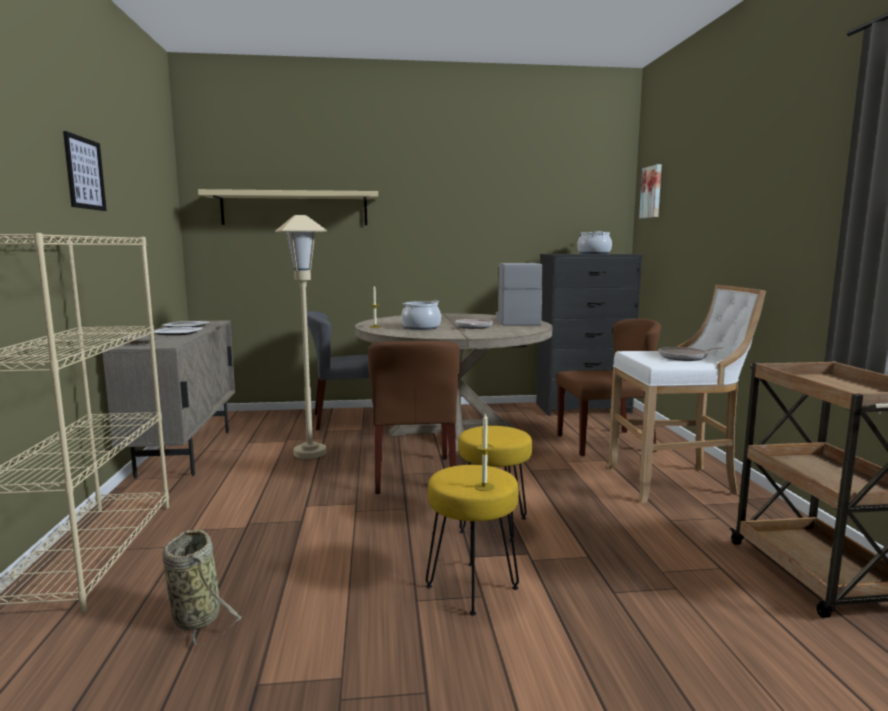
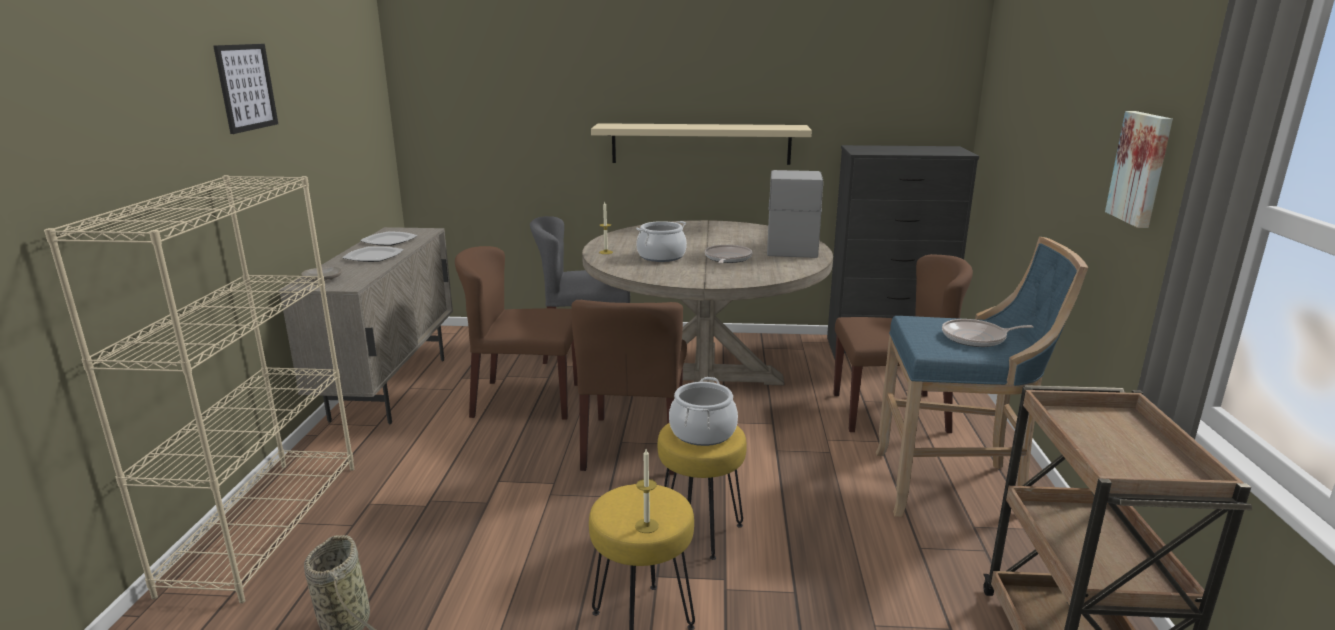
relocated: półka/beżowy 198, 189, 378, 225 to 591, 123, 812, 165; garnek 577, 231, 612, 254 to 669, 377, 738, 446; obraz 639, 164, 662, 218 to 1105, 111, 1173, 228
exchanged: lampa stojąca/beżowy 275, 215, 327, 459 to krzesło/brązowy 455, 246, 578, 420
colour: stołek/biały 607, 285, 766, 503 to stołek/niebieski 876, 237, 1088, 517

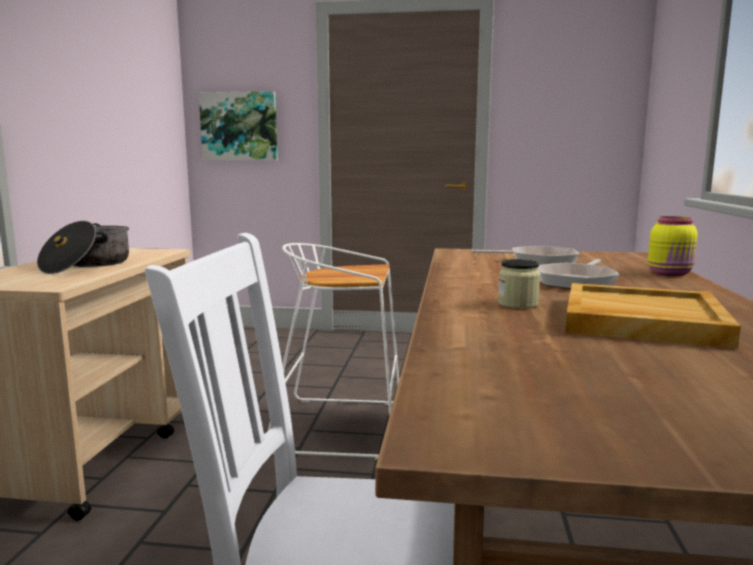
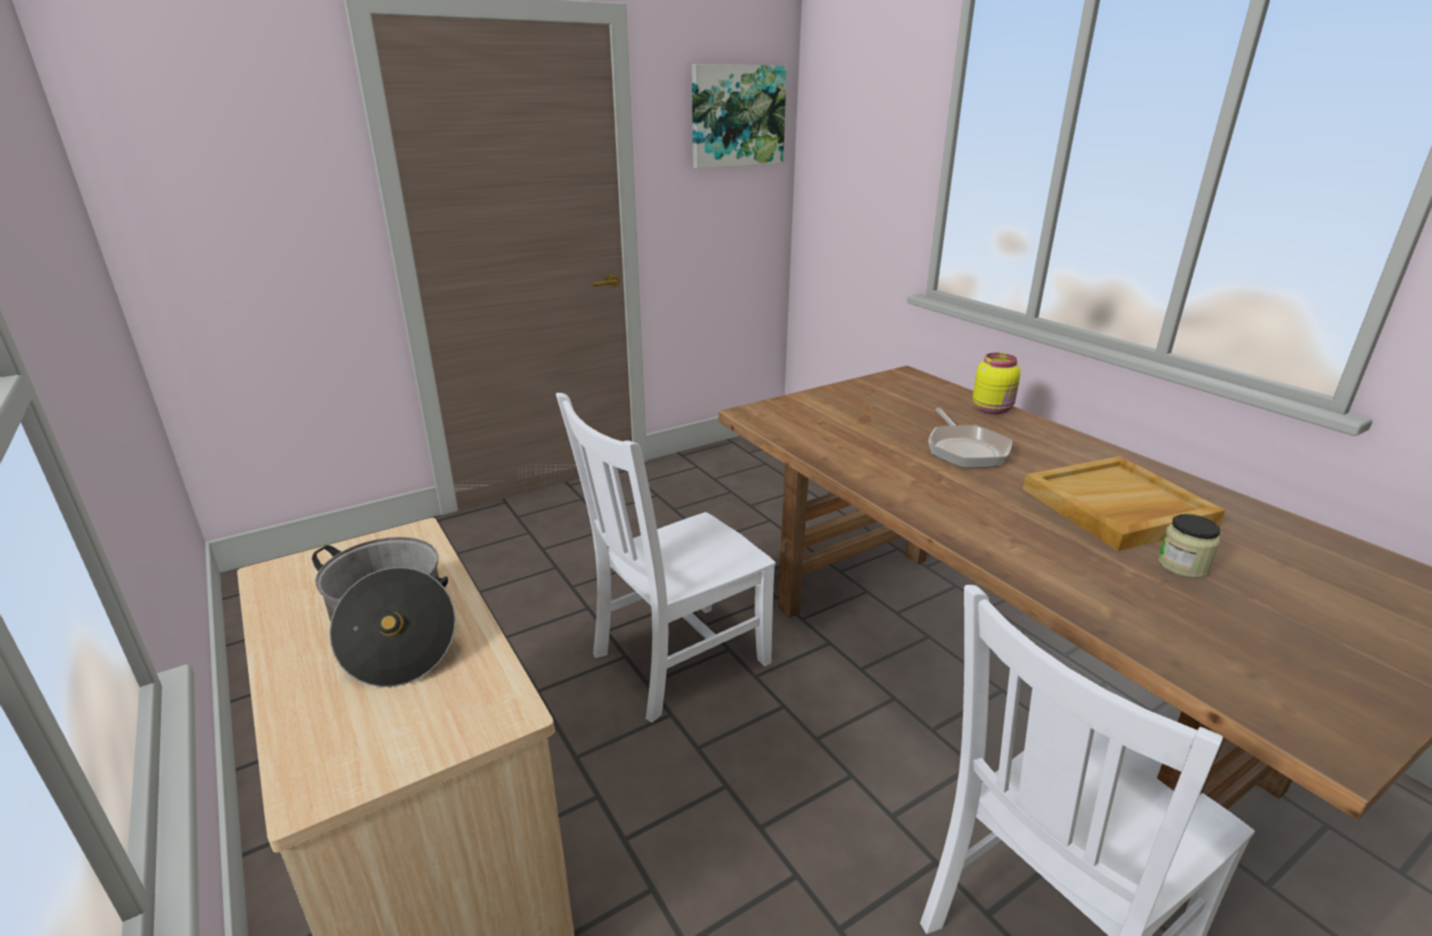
missing: patelnia 471, 246, 579, 265
relocated: obraz 199, 91, 278, 160 to 692, 64, 787, 168; słoik 498, 259, 541, 308 to 1158, 514, 1220, 578
exchanged: stołek/biały 268, 243, 399, 460 to krzesło/biały 556, 393, 776, 723

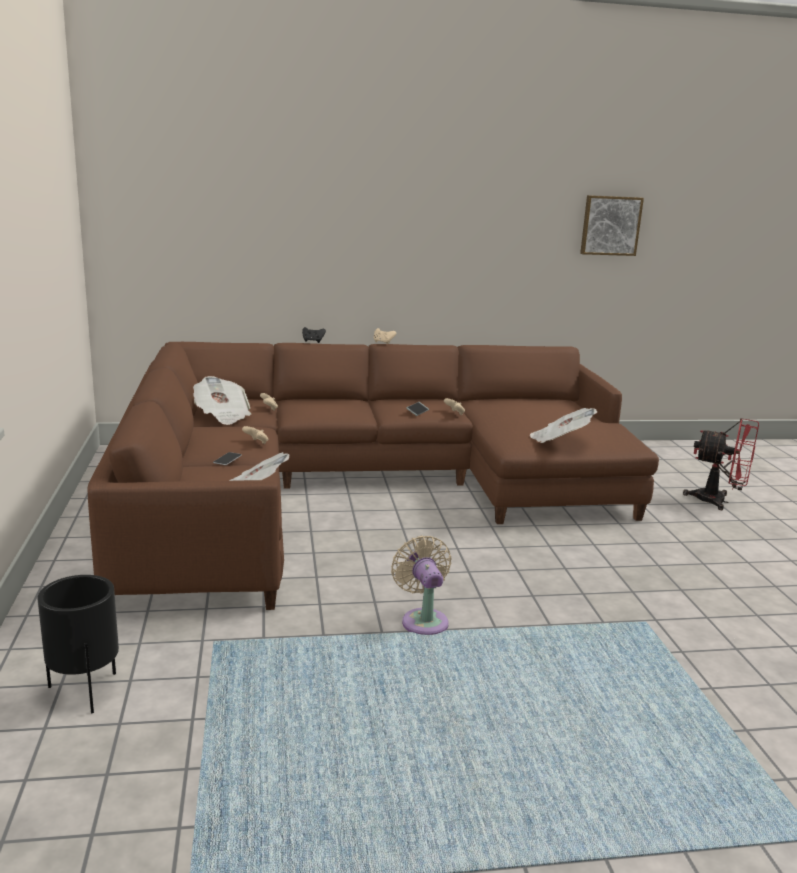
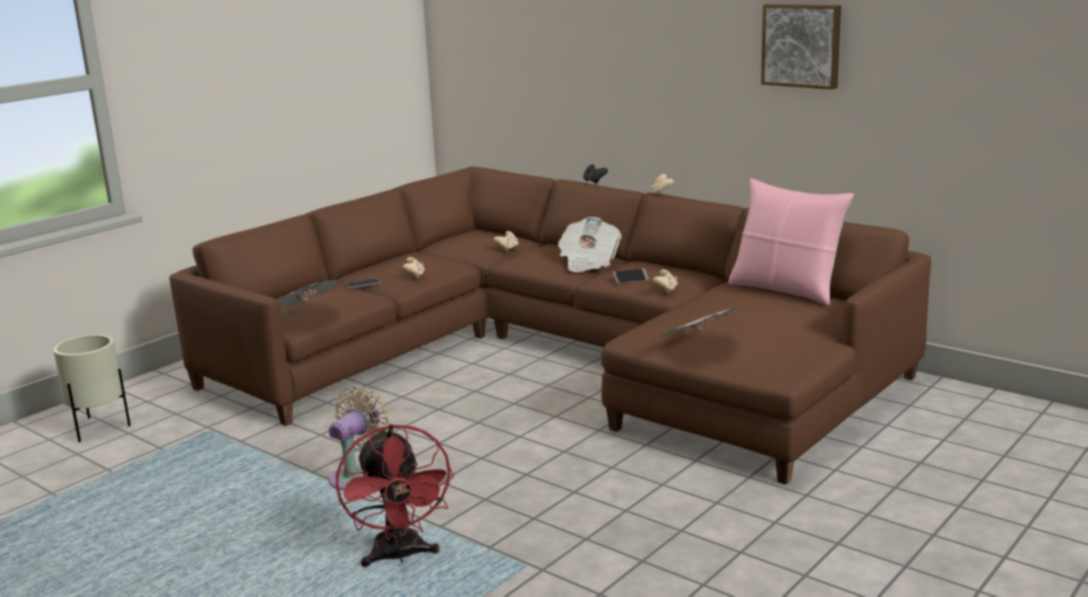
appeared: poduszka/różowy 728, 178, 854, 306
relocated: gazeta 193, 376, 251, 425 to 558, 217, 622, 272; obraz 580, 195, 644, 256 to 761, 4, 841, 90; wentylator/czerwony 683, 418, 759, 510 to 336, 424, 454, 567
colour: donica/czarny 37, 575, 119, 714 to donica/beżowy 53, 334, 131, 442

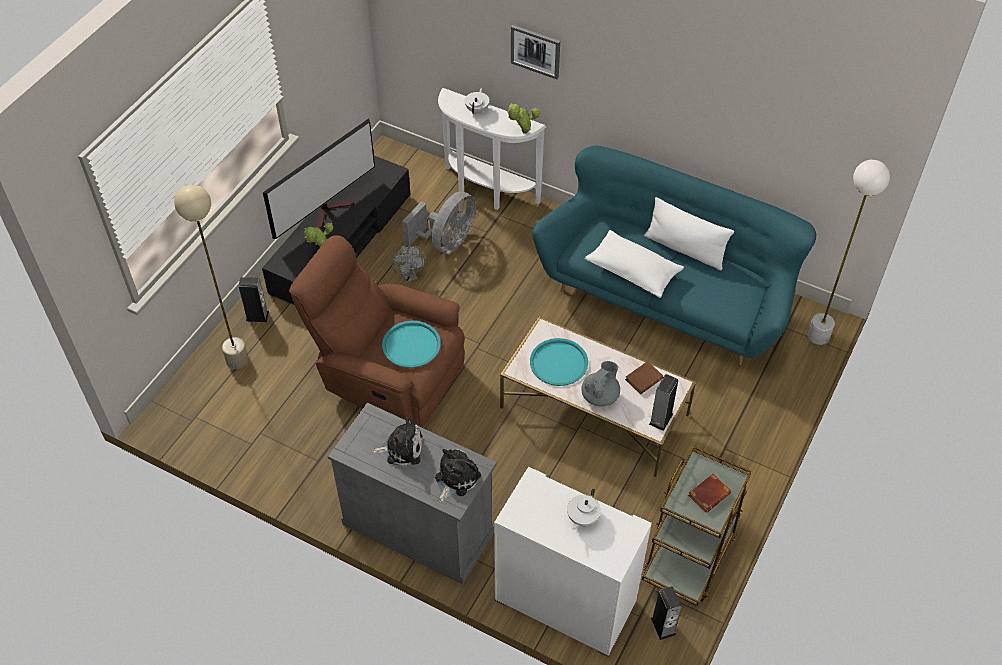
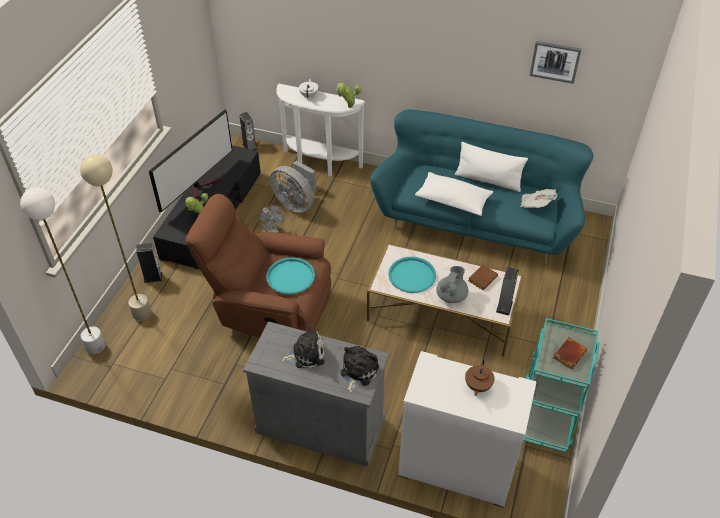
appeared: gazeta 520, 189, 557, 208
relocated: obraz 511, 25, 560, 79 to 530, 41, 582, 84; głośnik 651, 586, 682, 640 to 239, 112, 257, 150; lampa stojąca/biały 808, 160, 890, 345 to 20, 187, 105, 354
colour: imbryk/biały 567, 488, 601, 530 to imbryk/brązowy 465, 359, 495, 396; wózek/brązowy 642, 446, 751, 606 to wózek/turkusowy 524, 318, 599, 453
spun: wentylator/szary 402, 192, 476, 254 = 270, 161, 316, 213 105 degrees clockwise

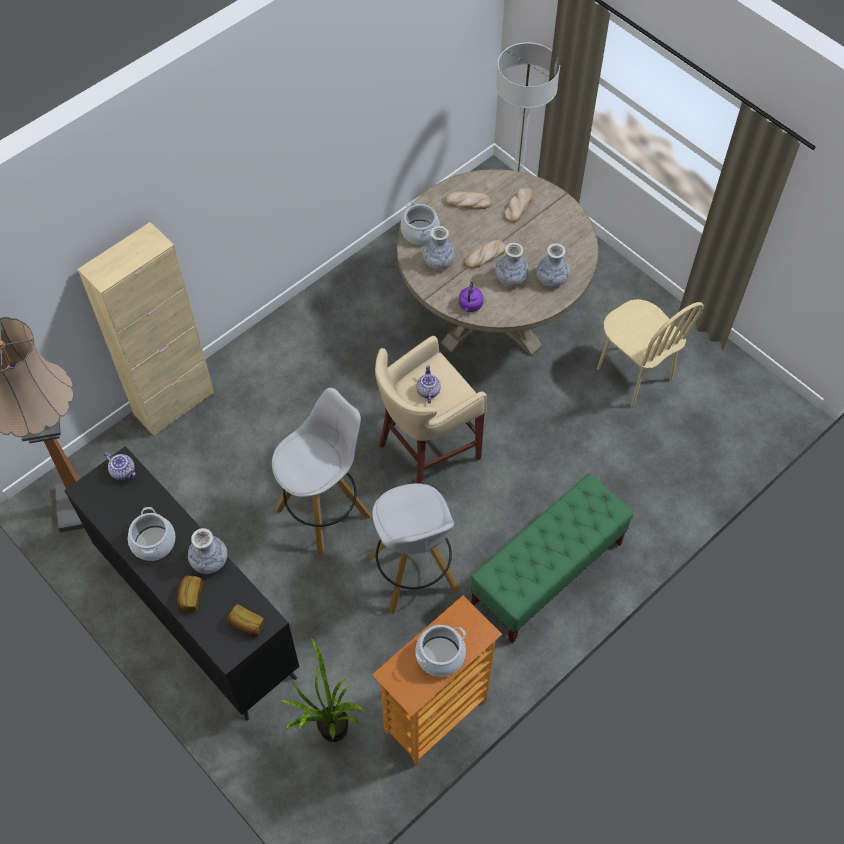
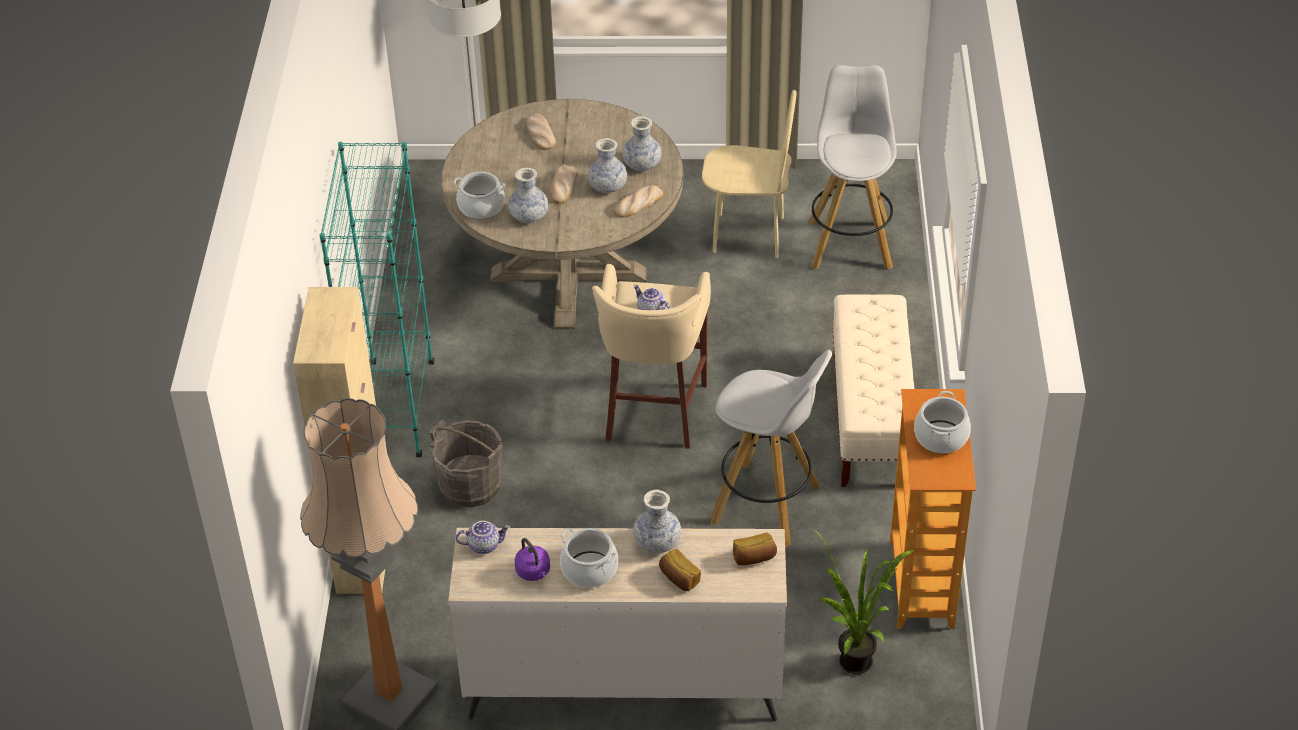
appeared: regał/turkusowy 320, 142, 434, 457; wiadro/szary 430, 419, 503, 507
relocated: stołek/biały 272, 388, 371, 556 to 809, 65, 897, 269; chleb 444, 191, 491, 209 to 614, 185, 663, 218; czajnik/fioletowy 459, 281, 483, 312 to 514, 538, 550, 581
colour: komoda/czarny 64, 446, 299, 721 to komoda/beżowy 448, 528, 787, 721; ławka/zielony 471, 474, 633, 643 to ławka/beżowy 832, 295, 914, 487

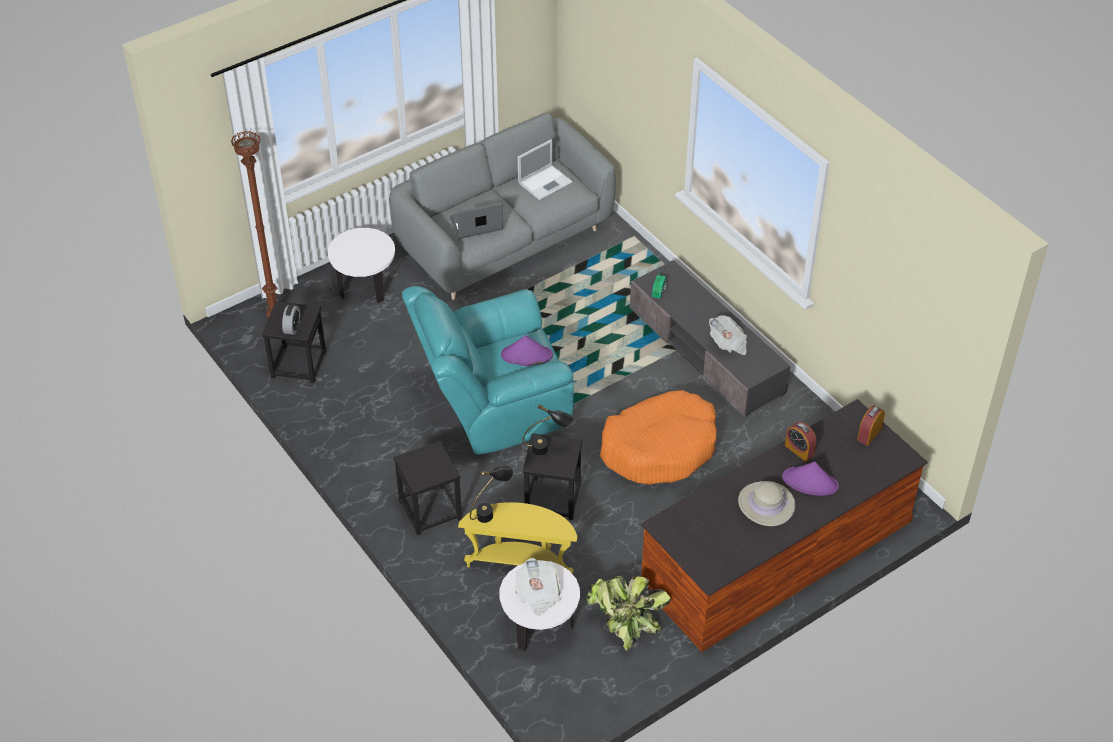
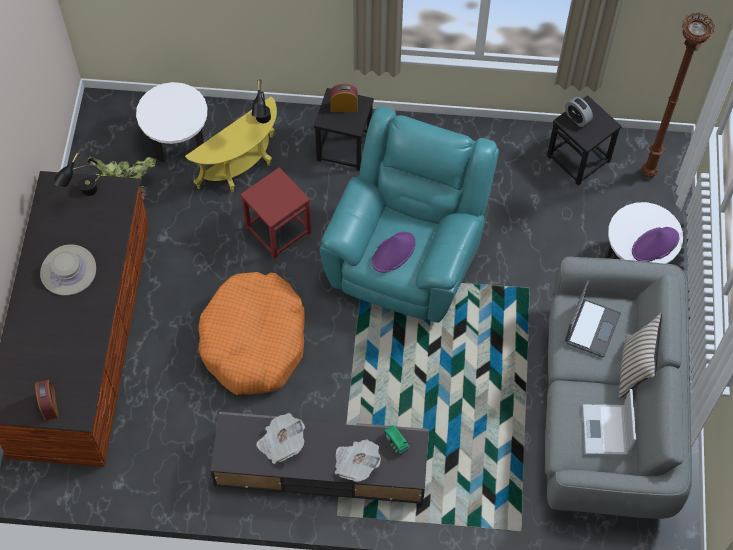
appeared: poduszka/beżowy 618, 313, 662, 399
relocated: gazeta 515, 558, 561, 616 to 335, 439, 381, 482; lampa stołowa/czarny 522, 404, 574, 456 to 53, 152, 101, 196; kapelusz/fioletowy 782, 461, 839, 496 to 632, 227, 679, 262; budzik 785, 422, 817, 462 to 330, 84, 358, 112
colour: stołek/czarny 523, 433, 582, 520 to stołek/czerwony 240, 167, 311, 259

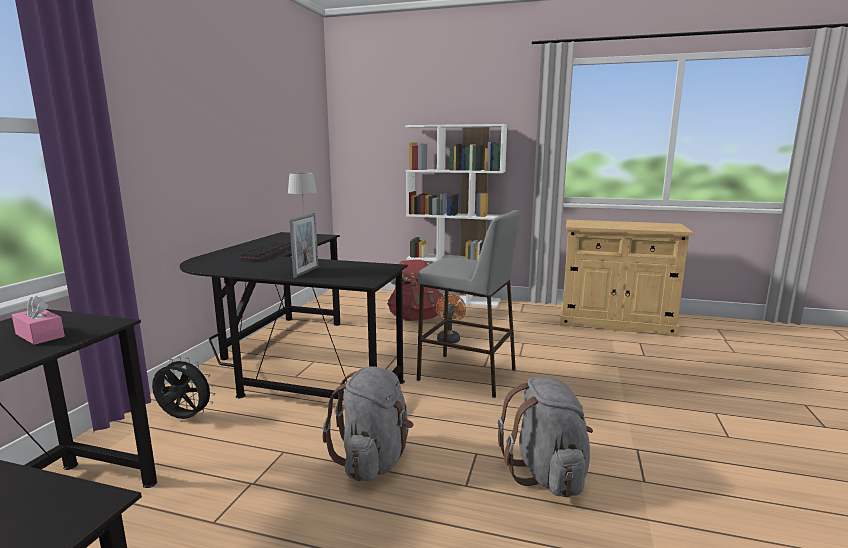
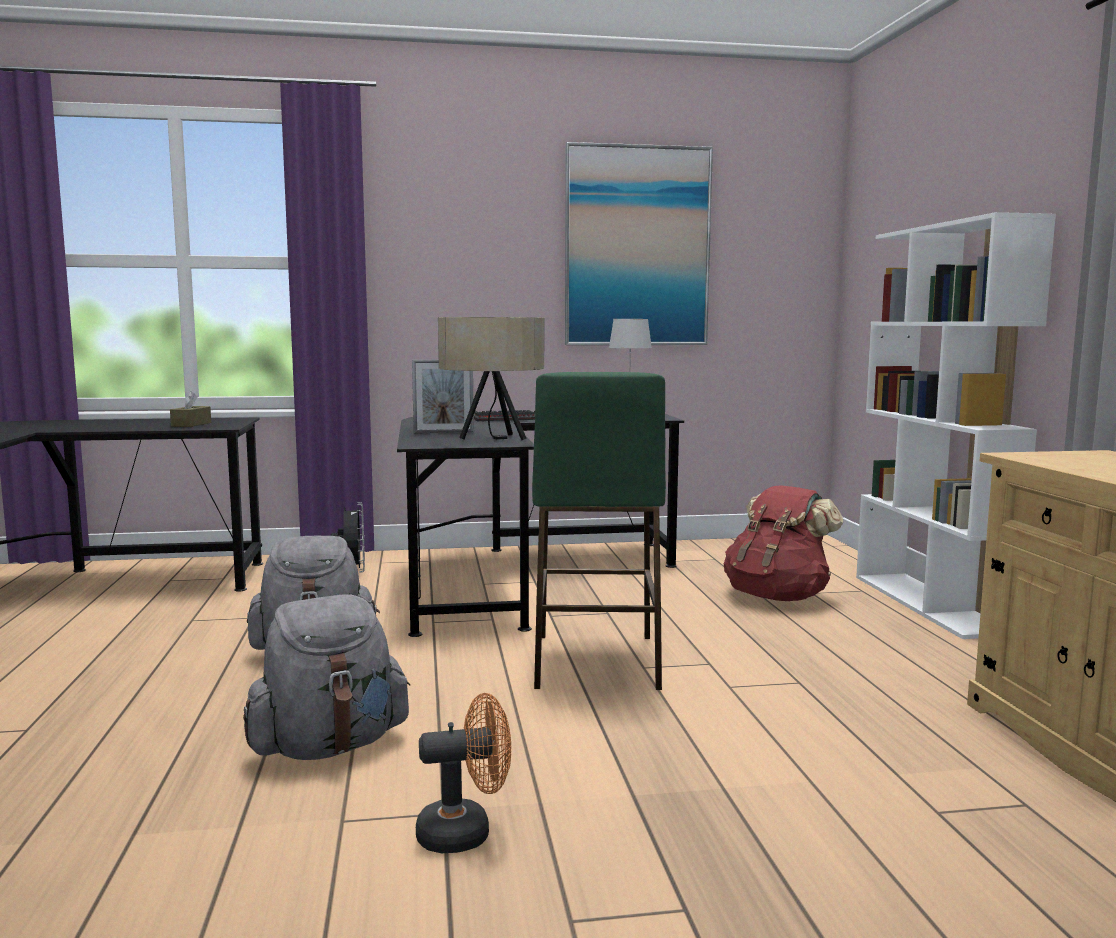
appeared: lampa stołowa/beżowy 438, 317, 544, 440; obraz 565, 142, 713, 345
relocated: wentylator/pomarańczowy 436, 294, 466, 344 to 416, 693, 511, 853
colour: pudełko chusteczek/różowy 12, 295, 65, 345 to pudełko chusteczek/brązowy 170, 391, 211, 427; stołek/szary 417, 210, 520, 398 to stołek/zielony 532, 372, 666, 690

